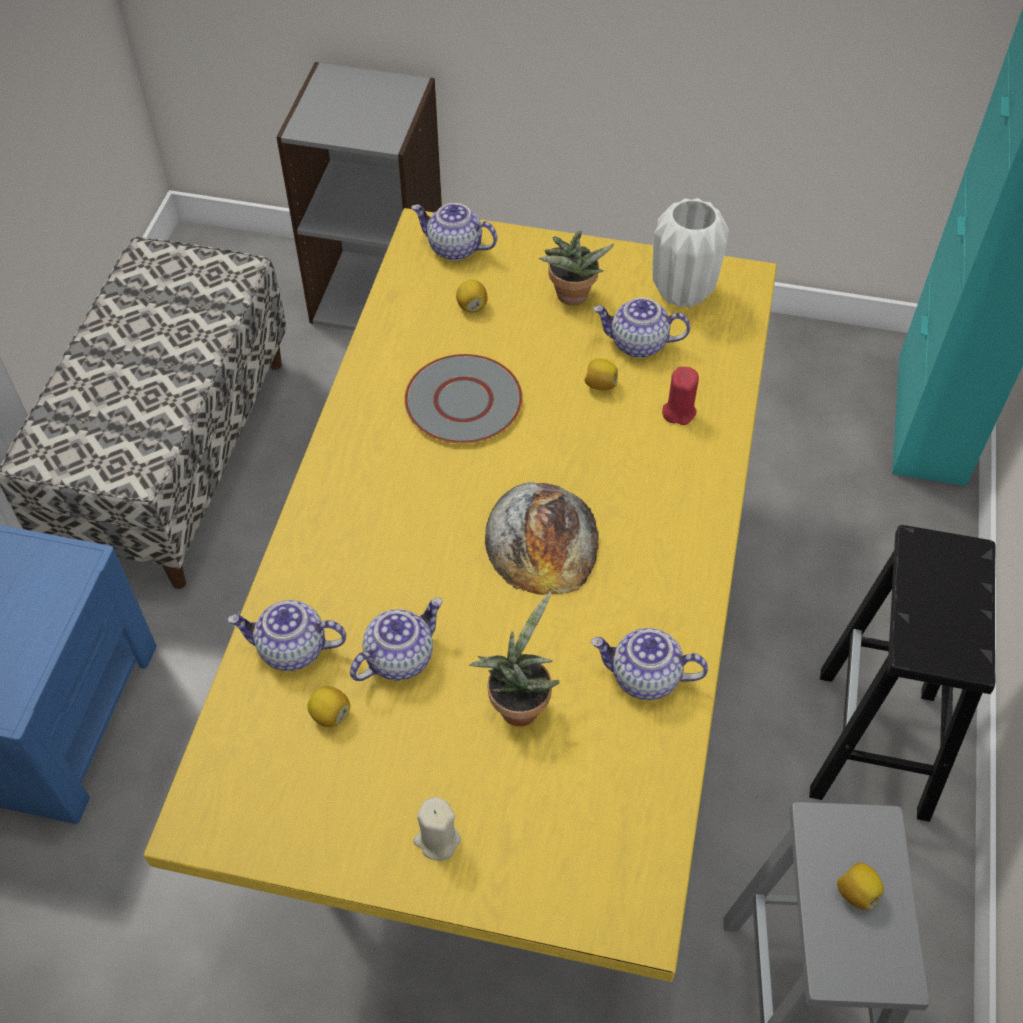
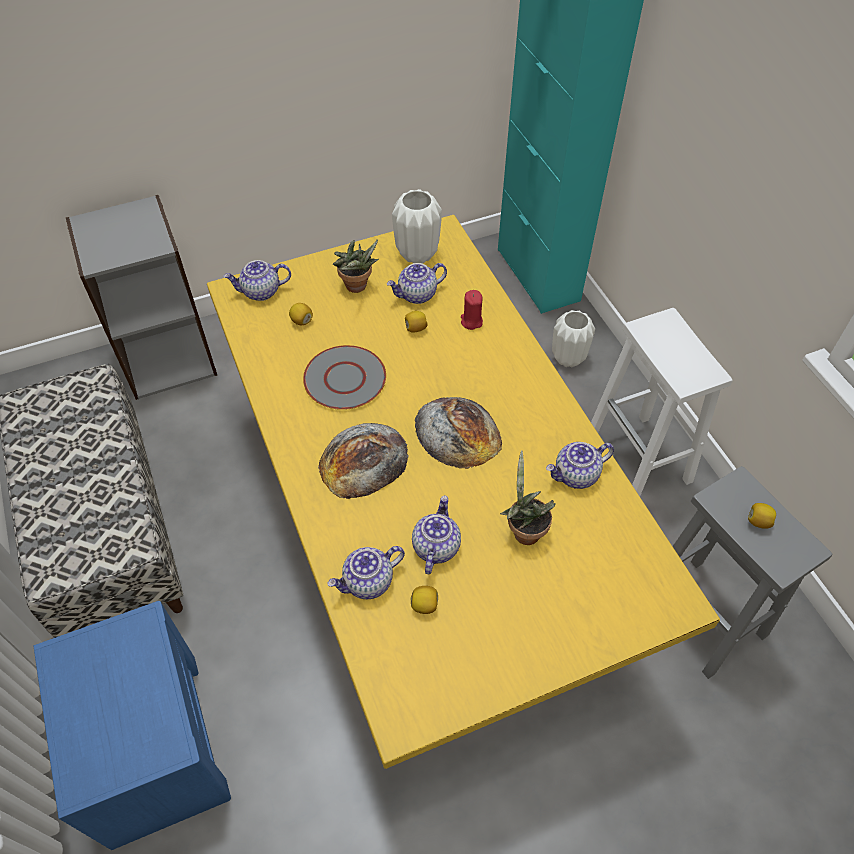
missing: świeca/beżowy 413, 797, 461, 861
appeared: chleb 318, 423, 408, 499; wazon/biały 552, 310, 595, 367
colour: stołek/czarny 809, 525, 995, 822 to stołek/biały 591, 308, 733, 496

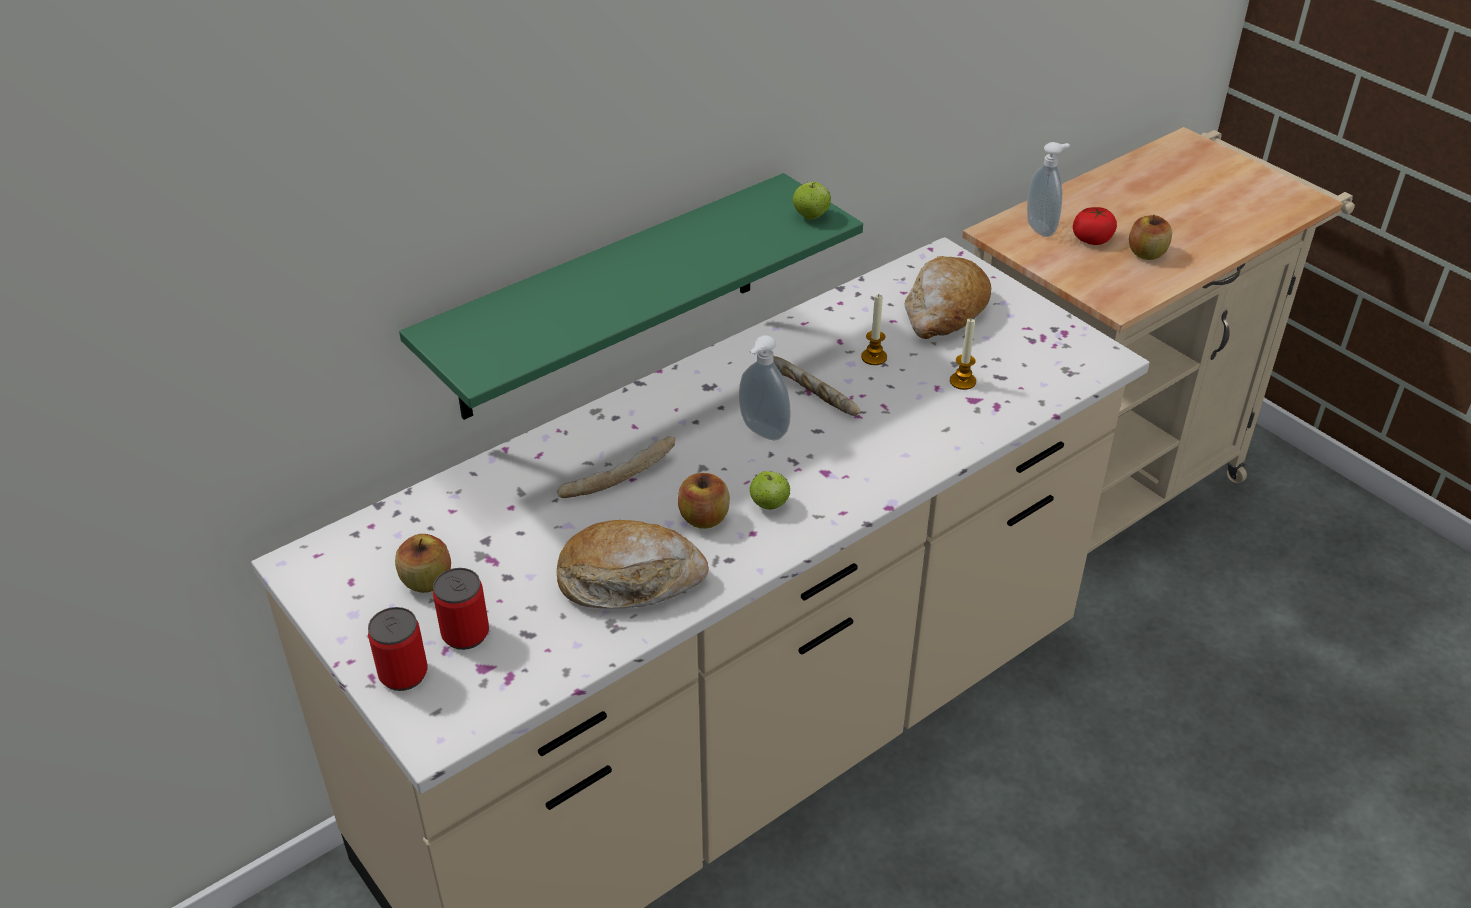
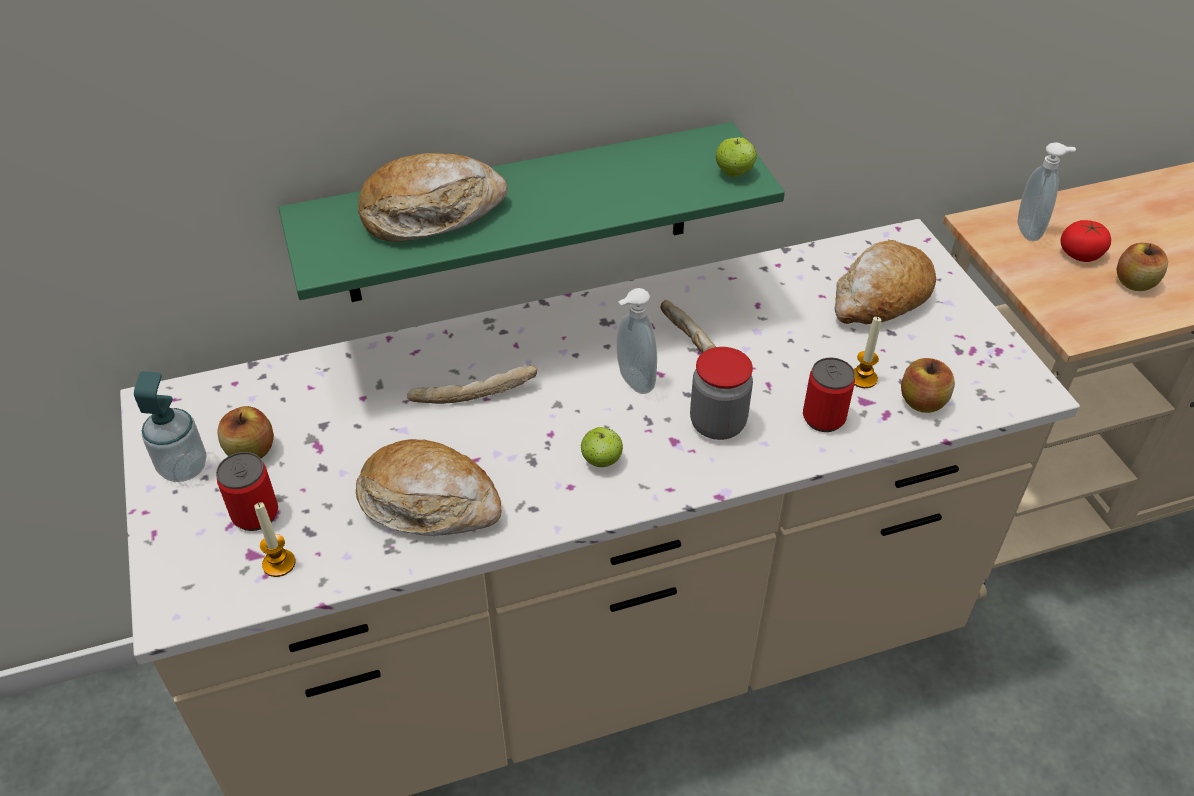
appeared: dozownik mydła 134, 371, 207, 482; chleb 358, 153, 508, 242; słoik 690, 347, 753, 440
relocated: puszka 368, 607, 428, 691 to 803, 358, 855, 432; jabłko 678, 473, 730, 529 to 901, 358, 955, 413; świeca 861, 295, 887, 365 to 254, 502, 296, 577

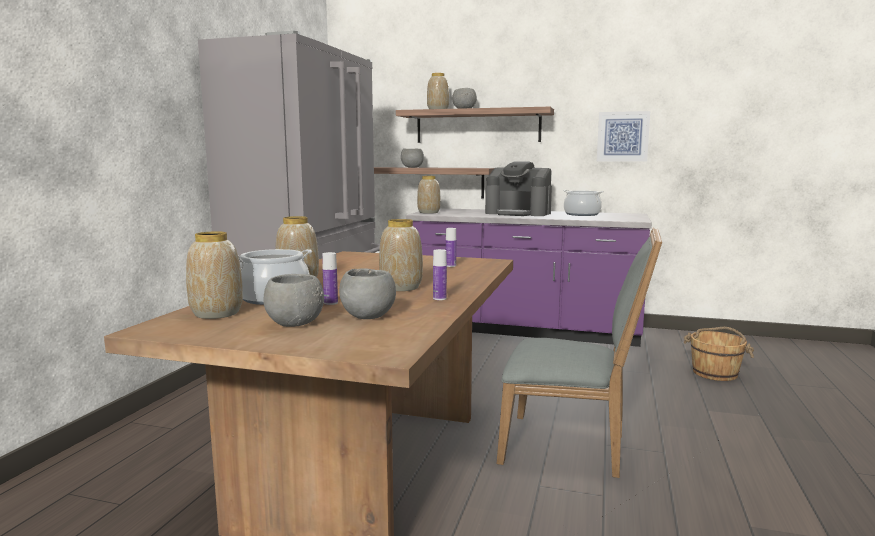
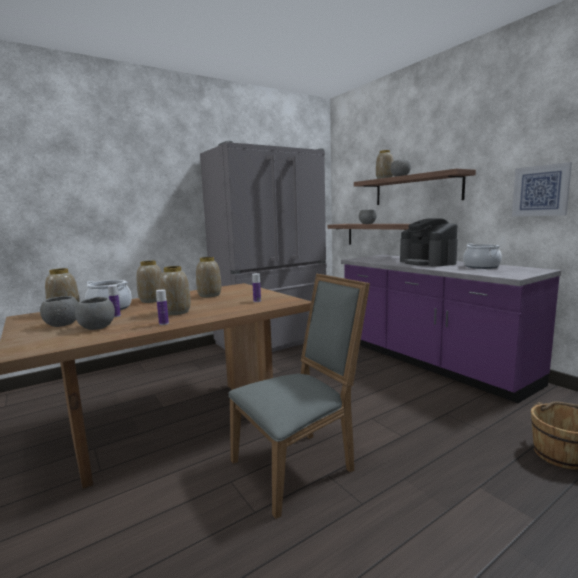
relocated: wazon 417, 176, 441, 214 to 196, 257, 221, 297
spun: krzesło/szary 496, 228, 662, 478 = 228, 274, 370, 519 90 degrees counterclockwise

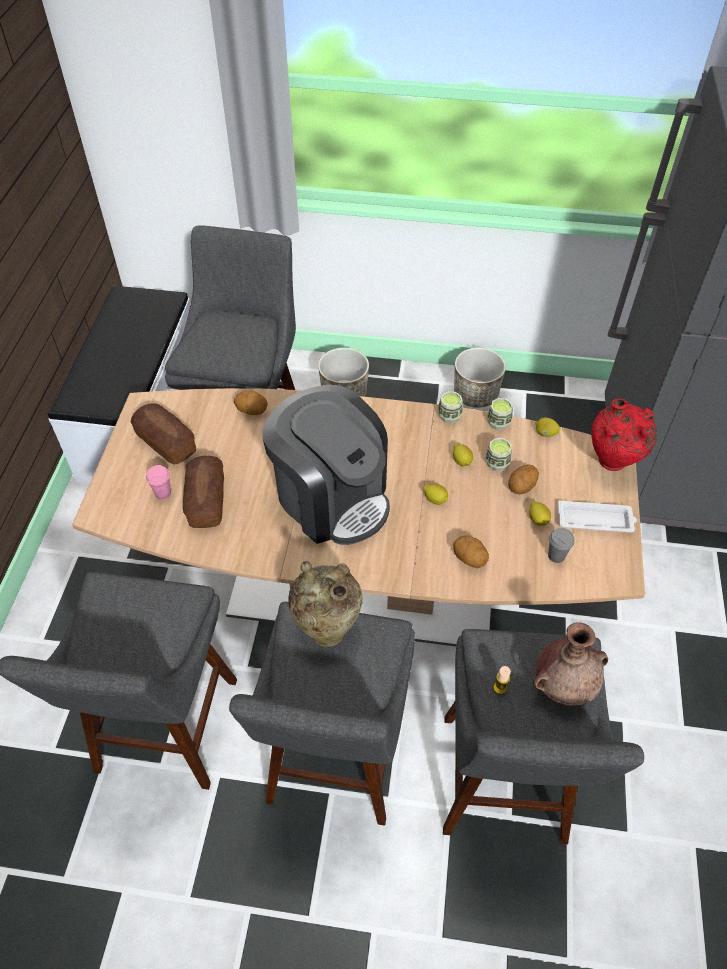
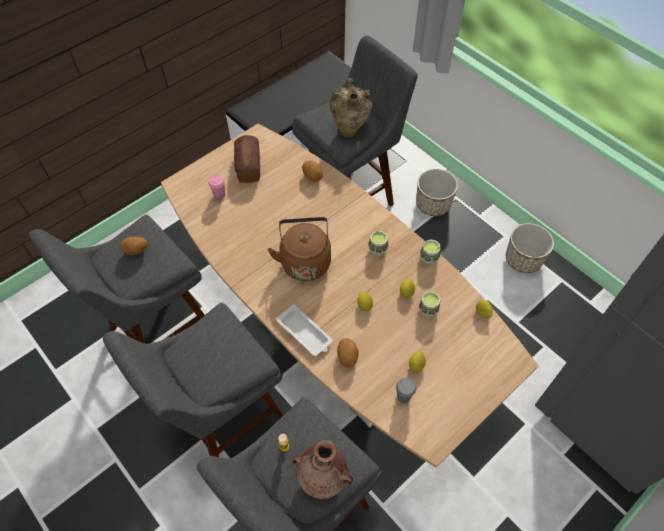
missing: chleb 183, 456, 224, 528; wazon/czerwony 591, 398, 657, 471
relocated: wazon/beżowy 288, 561, 363, 647 to 330, 78, 372, 137; filiżanka 487, 398, 513, 430 to 368, 231, 388, 255; ziemniak 508, 464, 539, 494 to 120, 237, 148, 255; taca/biały 558, 500, 637, 532 to 276, 304, 333, 356
exchanged: ekspres do kawy 262, 384, 390, 545 to czajnik/brązowy 268, 217, 331, 281

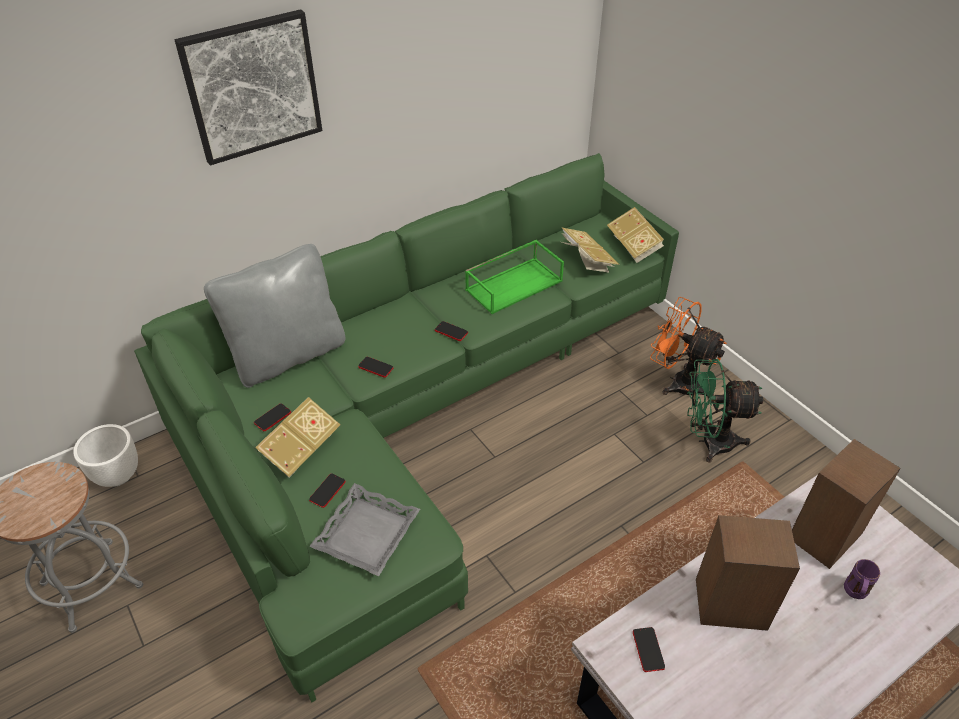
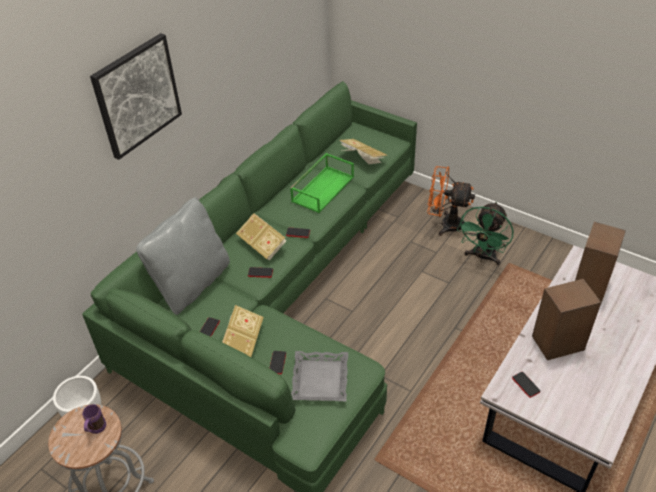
relocated: książka 607, 207, 664, 263 to 236, 213, 286, 260; kubek/fioletowy 844, 559, 880, 599 to 82, 404, 106, 434
spun: wentylator/zielony 687, 359, 763, 463 = 457, 202, 514, 265 45 degrees counterclockwise

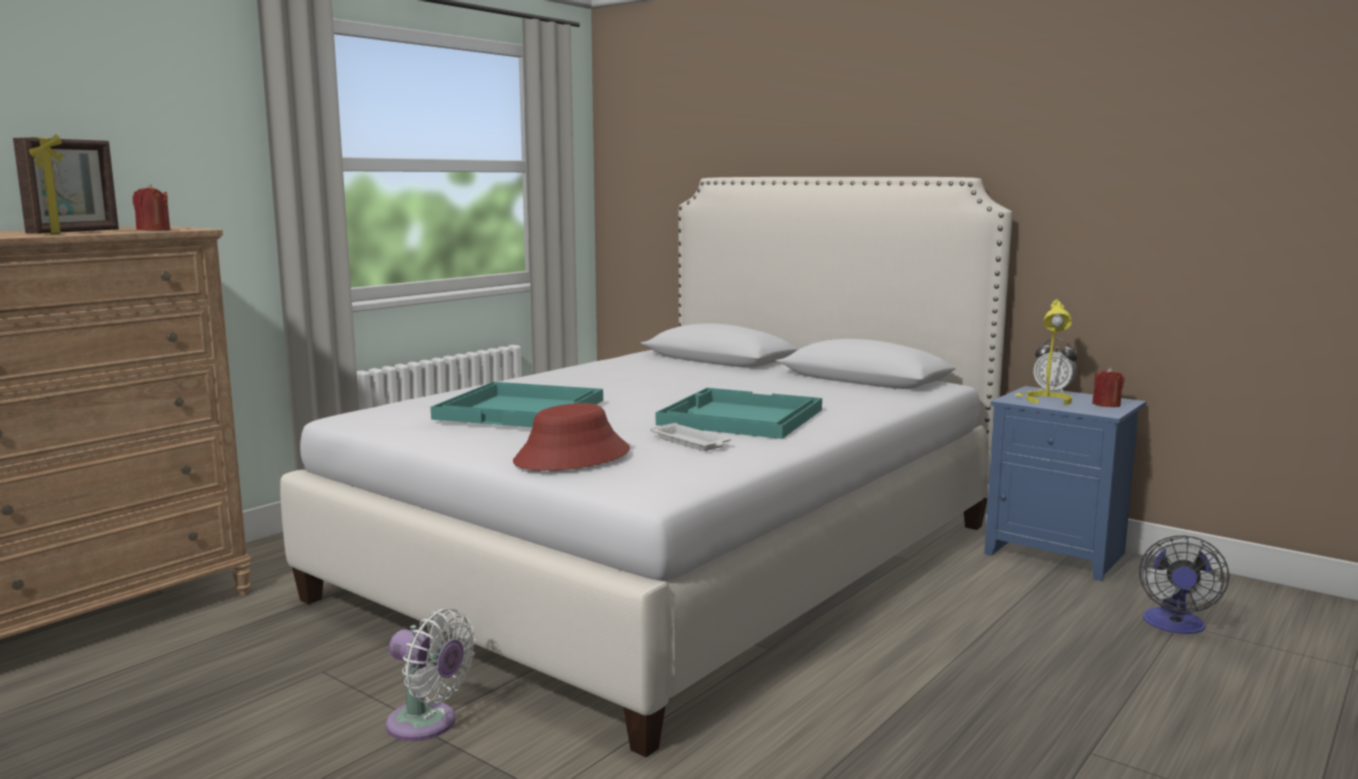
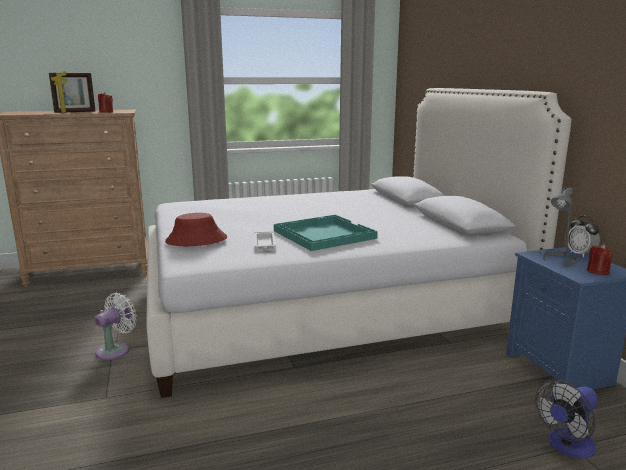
missing: taca/turkusowy 431, 382, 603, 427
colour: lampa stołowa/żółty 1015, 299, 1072, 405 to lampa stołowa/szary 538, 187, 577, 266
spun: wentylator/biały 386, 609, 476, 741 = 94, 293, 137, 360 120 degrees counterclockwise

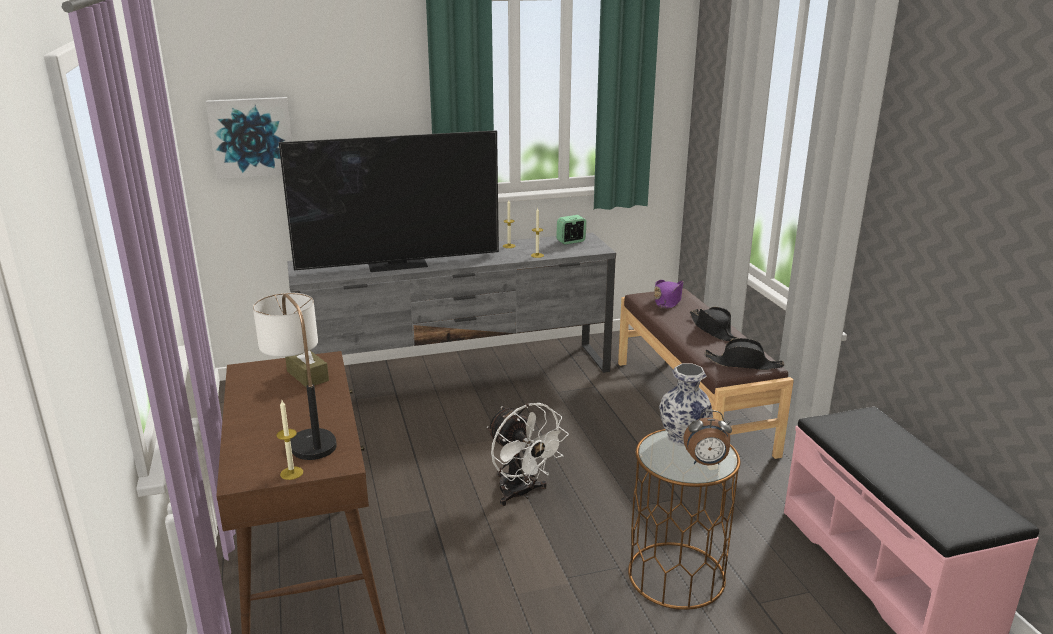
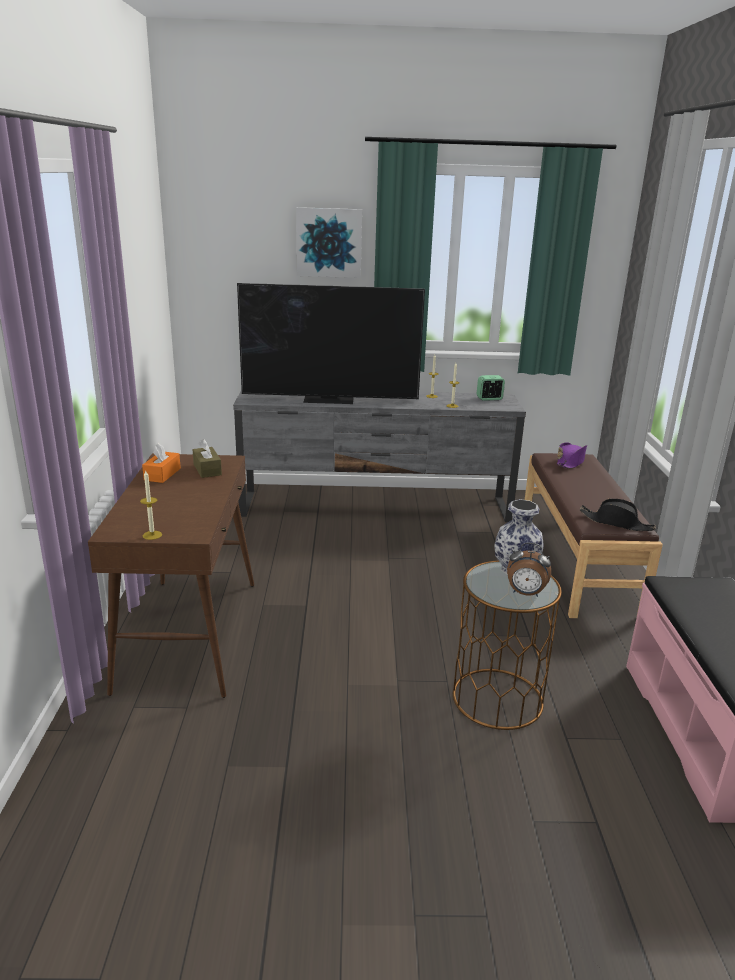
missing: lampa stołowa 253, 293, 337, 460; wentylator/biały 487, 403, 569, 506; kapelusz/czarny 690, 307, 739, 341
appeared: pudełko chusteczek/pomarańczowy 142, 443, 181, 483
relocated: obraz 206, 97, 292, 179 to 296, 207, 362, 278

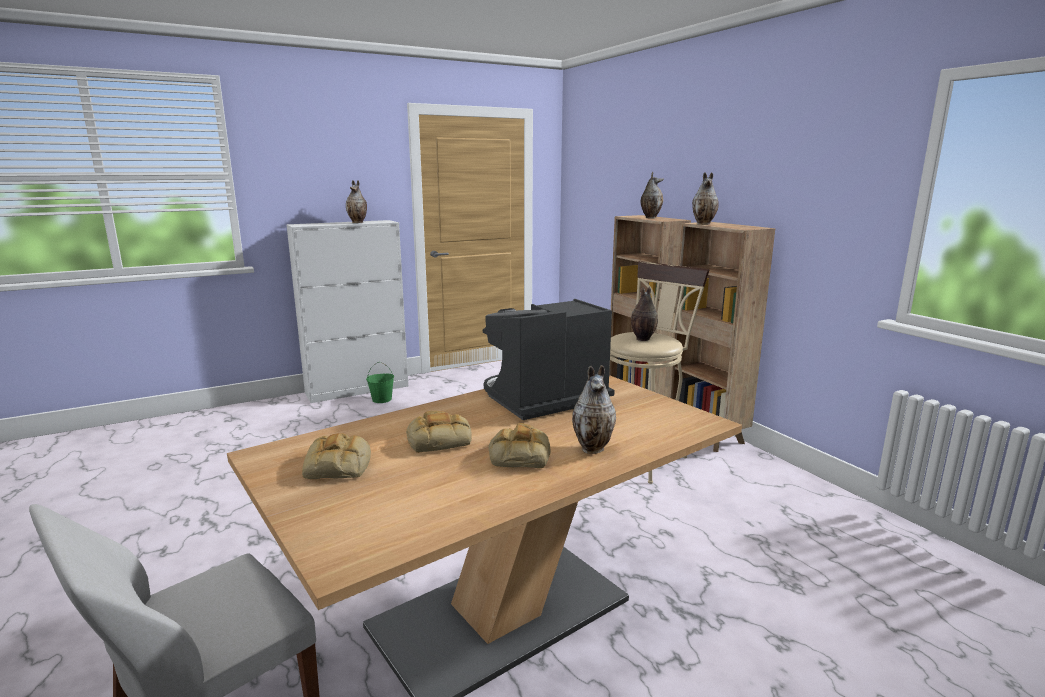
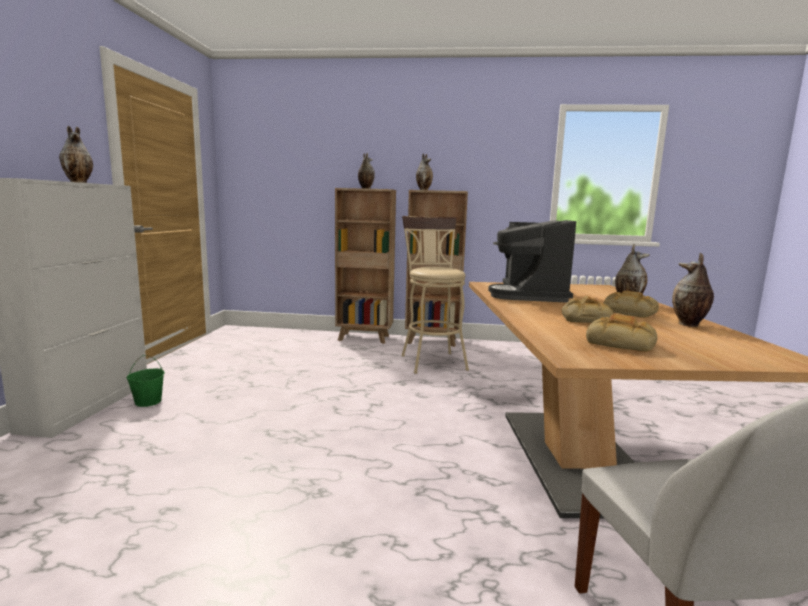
relocated: wazon 631, 286, 658, 341 to 672, 252, 714, 327

